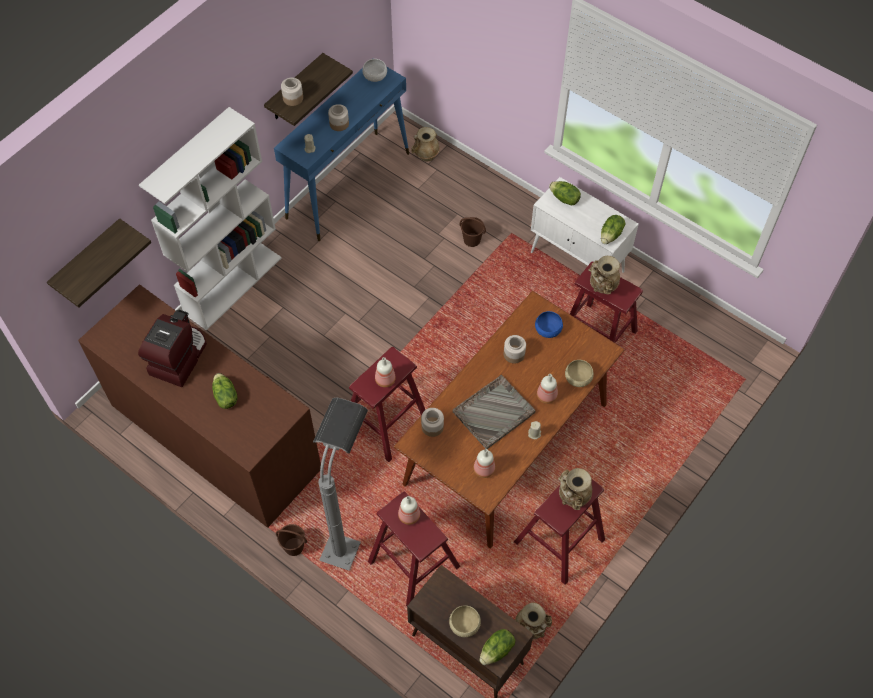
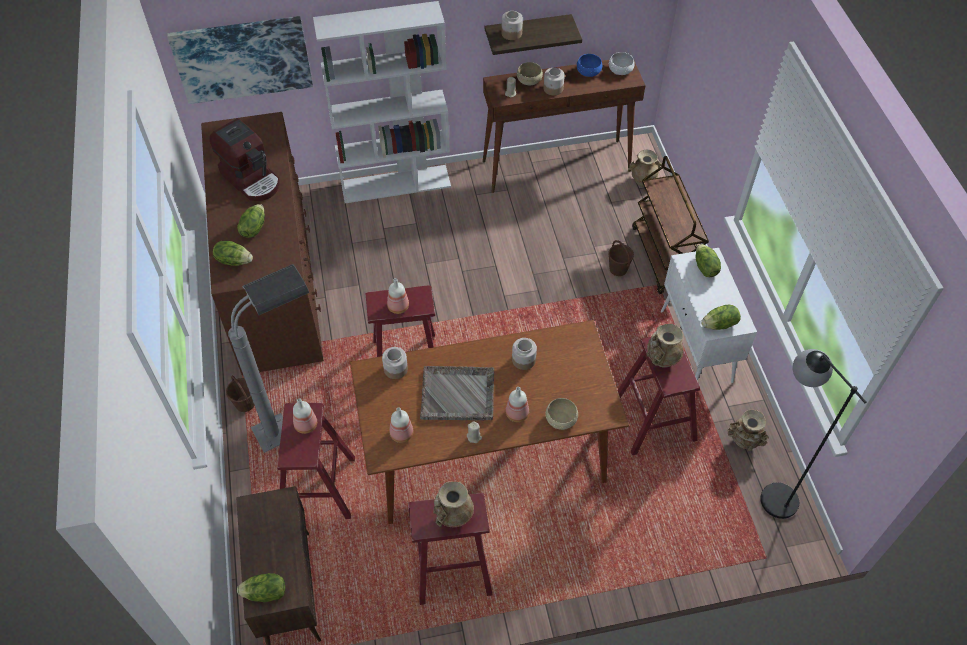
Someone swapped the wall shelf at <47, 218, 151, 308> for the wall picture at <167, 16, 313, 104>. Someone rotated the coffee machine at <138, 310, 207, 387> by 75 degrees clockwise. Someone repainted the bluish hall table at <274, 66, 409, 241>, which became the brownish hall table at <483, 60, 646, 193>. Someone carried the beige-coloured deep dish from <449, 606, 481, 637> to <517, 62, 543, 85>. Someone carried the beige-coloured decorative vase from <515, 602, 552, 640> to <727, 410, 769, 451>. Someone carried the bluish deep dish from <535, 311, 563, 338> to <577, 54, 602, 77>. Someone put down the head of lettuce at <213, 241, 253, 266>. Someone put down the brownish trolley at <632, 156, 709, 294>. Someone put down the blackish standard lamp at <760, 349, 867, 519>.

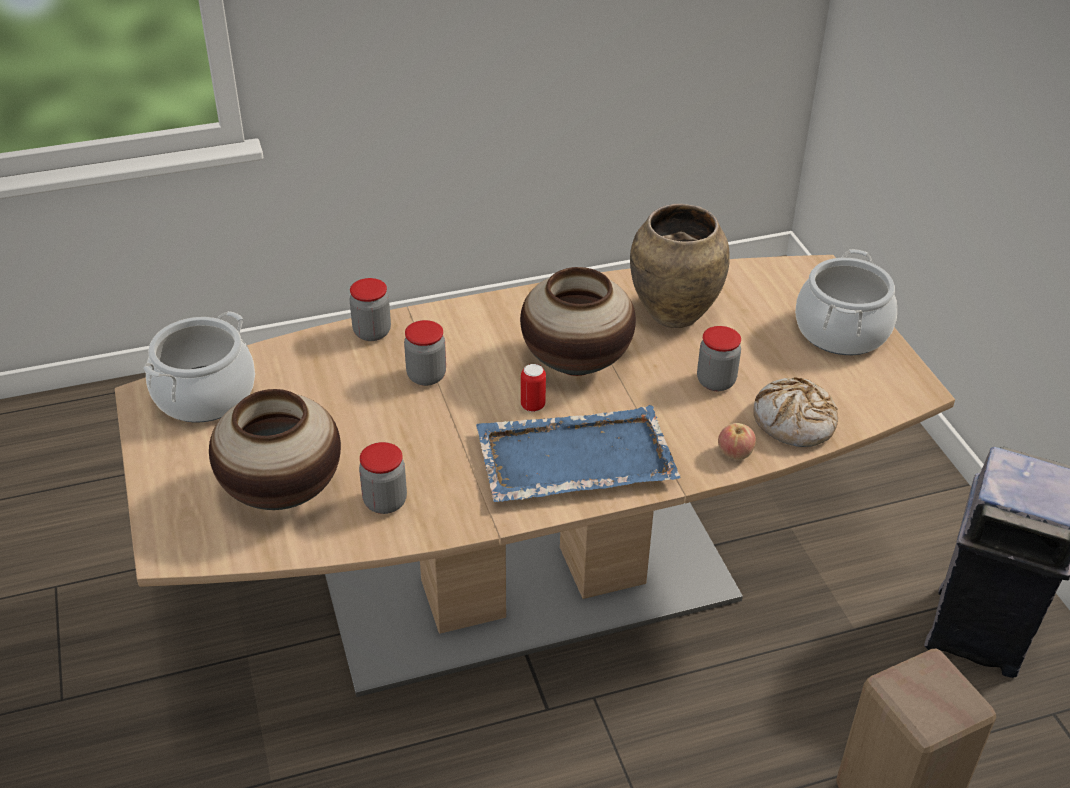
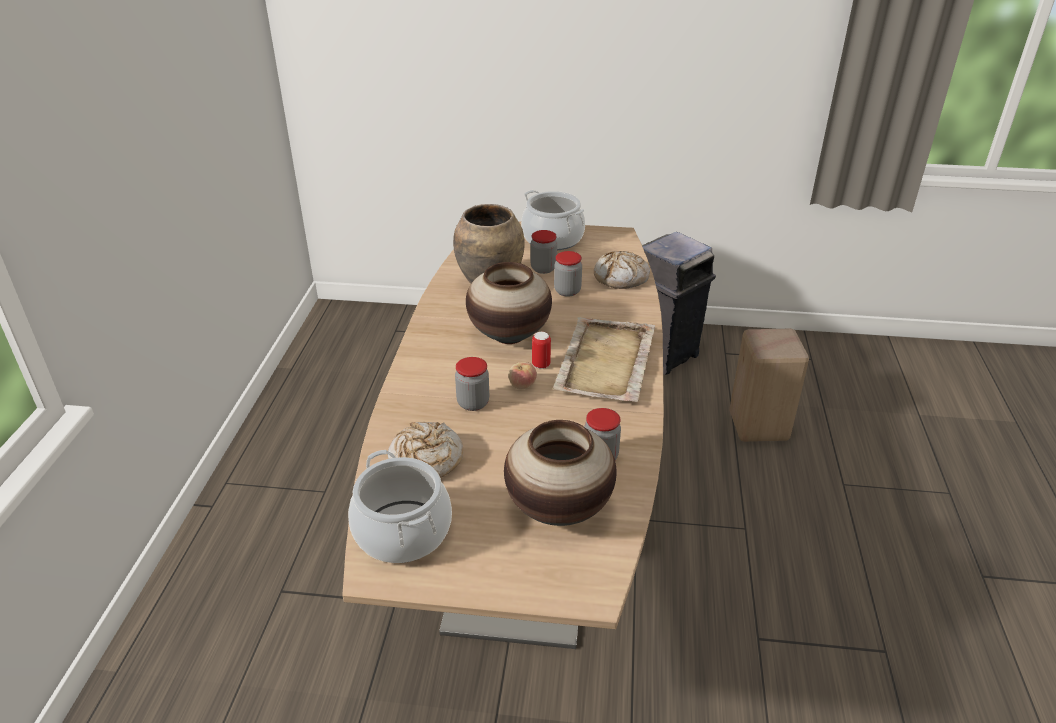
Someone carried the storage jar from <350, 278, 391, 341> to <531, 230, 557, 274>. Someone repainted the bluish carrying tray at <477, 405, 681, 502>, which became the beige-coloured carrying tray at <553, 317, 655, 402>. Someone carried the apple from <718, 423, 756, 460> to <509, 362, 537, 389>. Someone put down the bread at <388, 422, 463, 478>.

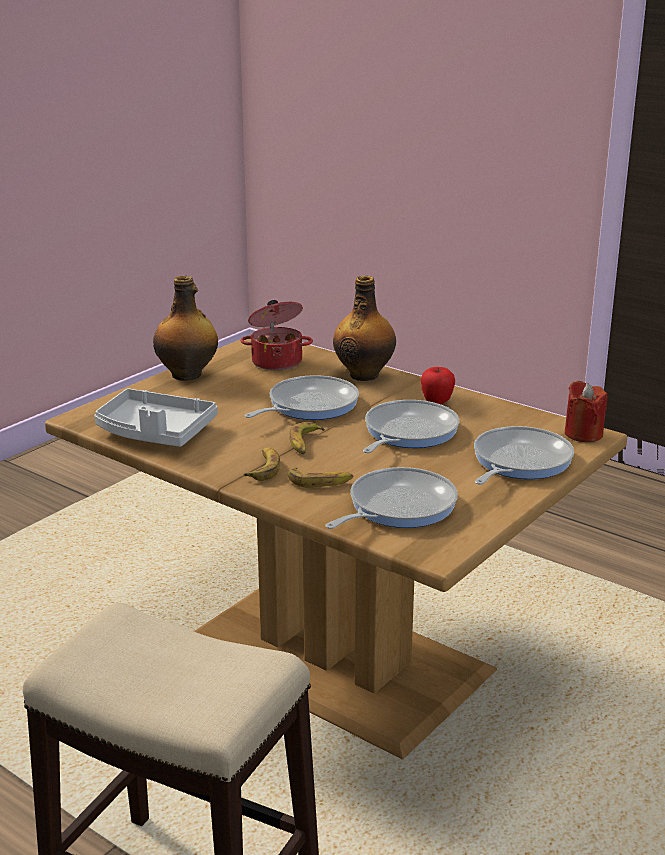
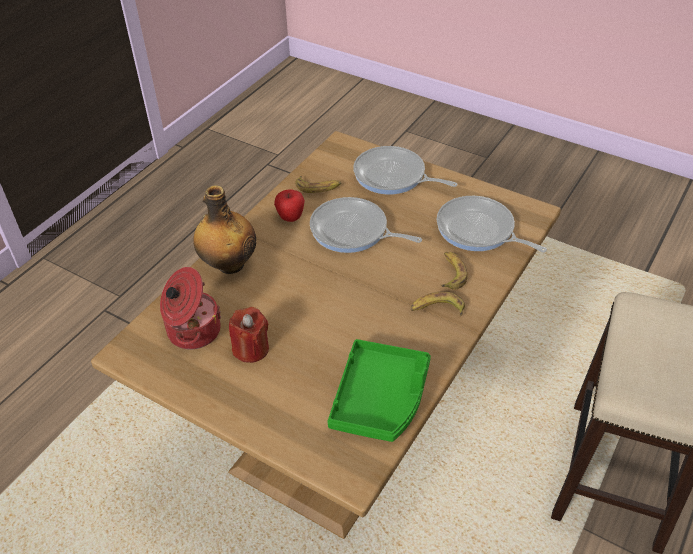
Someone repainted the greyish carrying tray at <94, 389, 217, 447>, which became the green-coloured carrying tray at <327, 339, 431, 442>. Someone took away the drink bottle at <153, 275, 218, 381>. Someone took away the pan at <244, 375, 359, 420>. Someone carried the whole banana from <289, 422, 325, 455> to <295, 176, 341, 193>. Someone carried the red wax candle from <565, 381, 607, 442> to <229, 307, 269, 363>.

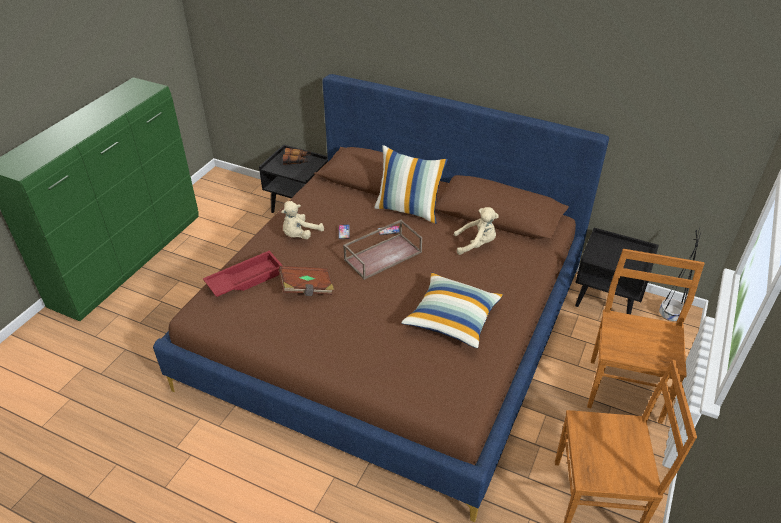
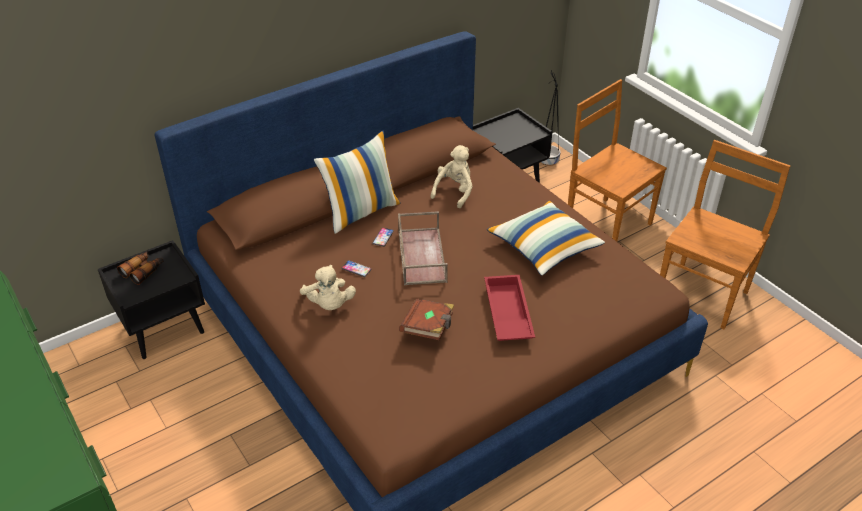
Someone carried the red carrying tray from <203, 251, 283, 297> to <484, 275, 535, 341>.

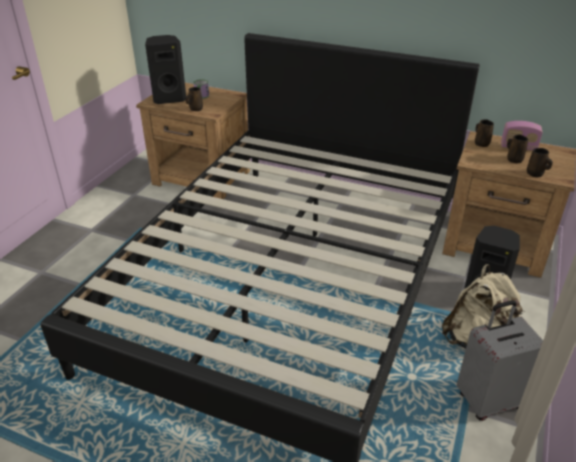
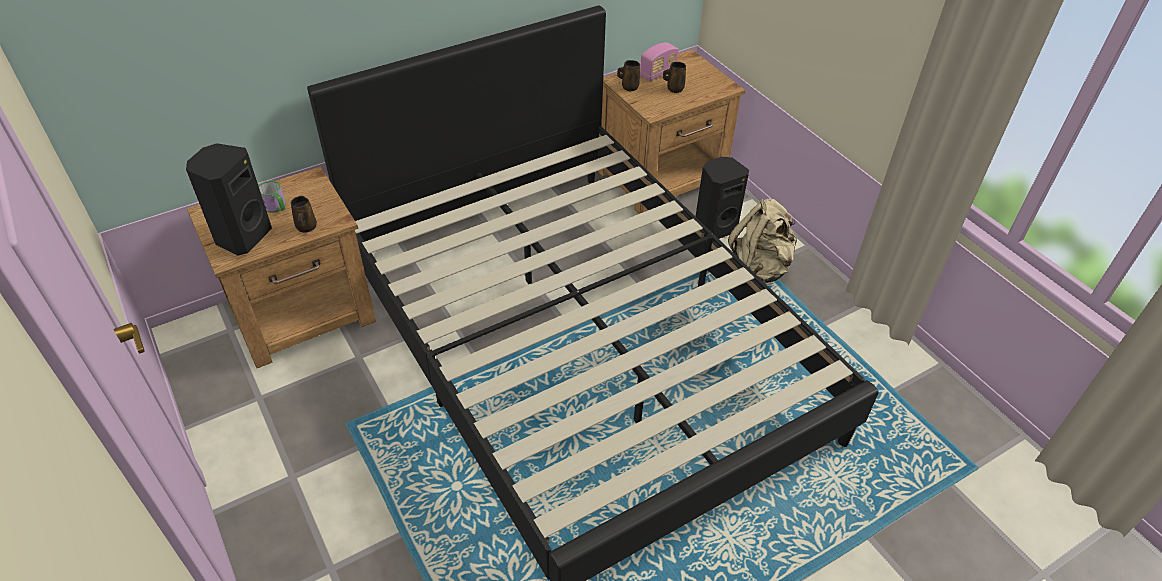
Someone took away the greyish suitcase at <457, 300, 543, 421>. Someone took away the brownish mug at <527, 148, 553, 177>.

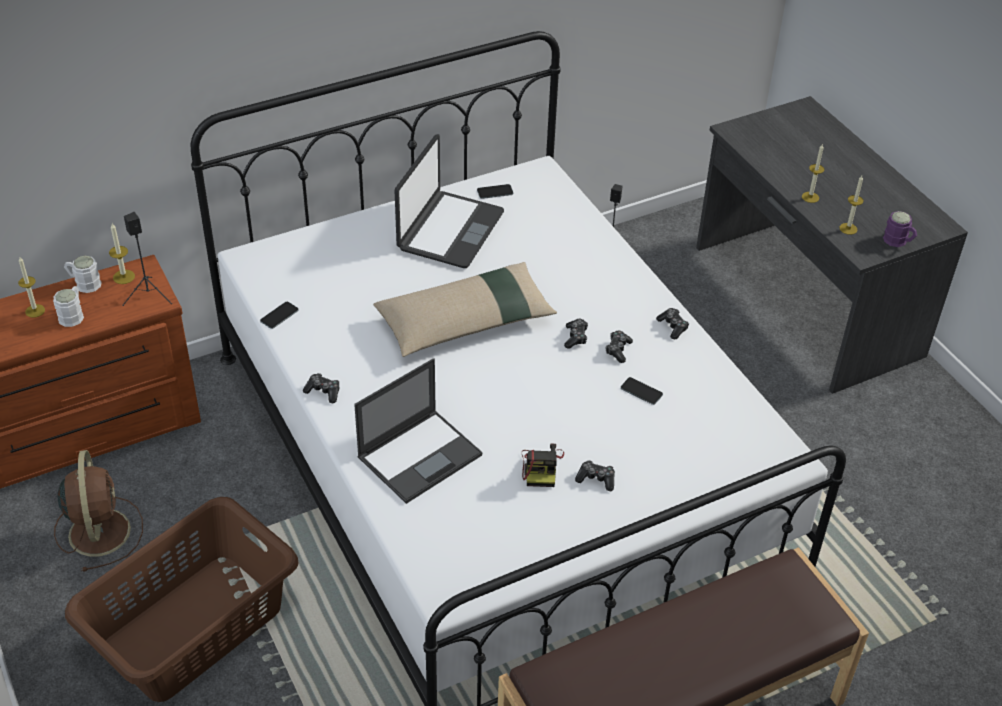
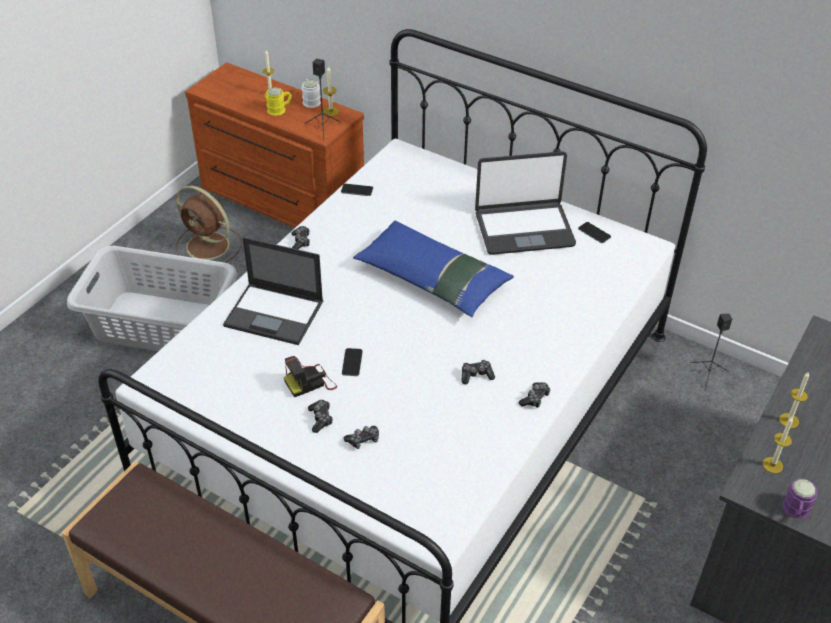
Someone repainted the whitish mug at <53, 286, 84, 327>, which became the yellow-coloured mug at <266, 87, 292, 116>. Someone rotated the brownish fan at <54, 450, 143, 572> by 75 degrees clockwise. Someone repainted the brownish laundry basket at <65, 497, 299, 702>, which became the greyish laundry basket at <67, 246, 238, 351>. Someone repainted the beige-coloured throw pillow at <373, 262, 557, 357>, which became the bluish throw pillow at <353, 221, 514, 317>. Someone carried the gamepad from <564, 319, 588, 349> to <344, 426, 379, 449>. Someone carried the phone from <621, 377, 663, 405> to <342, 348, 363, 376>.

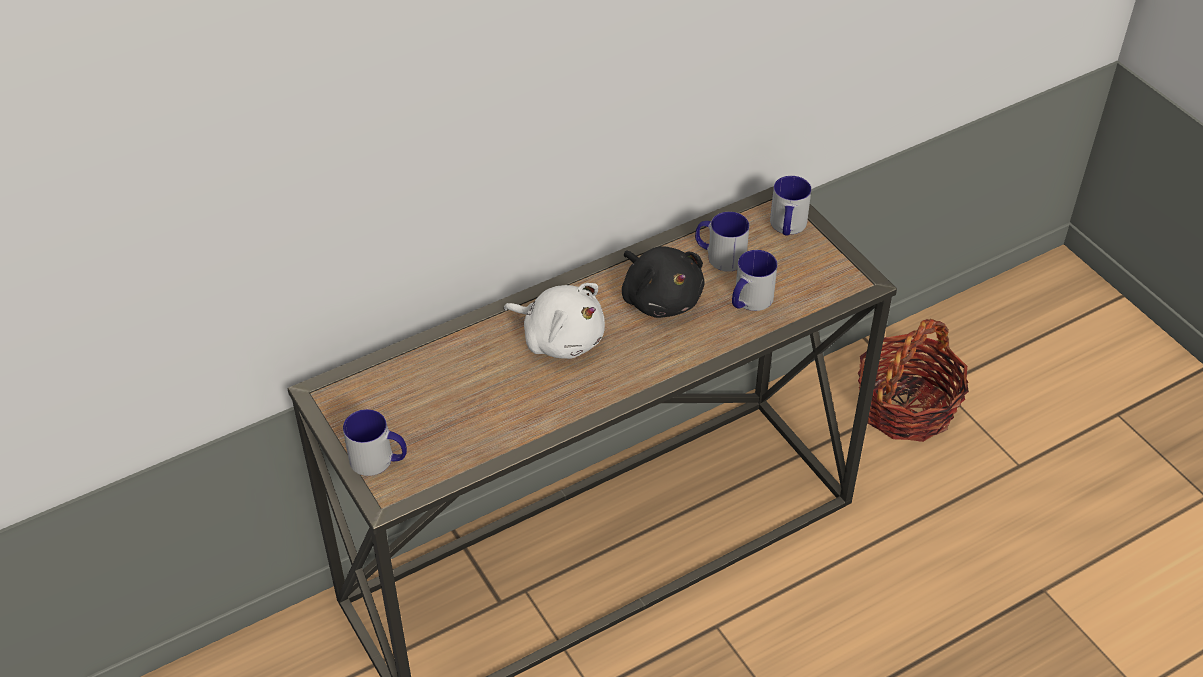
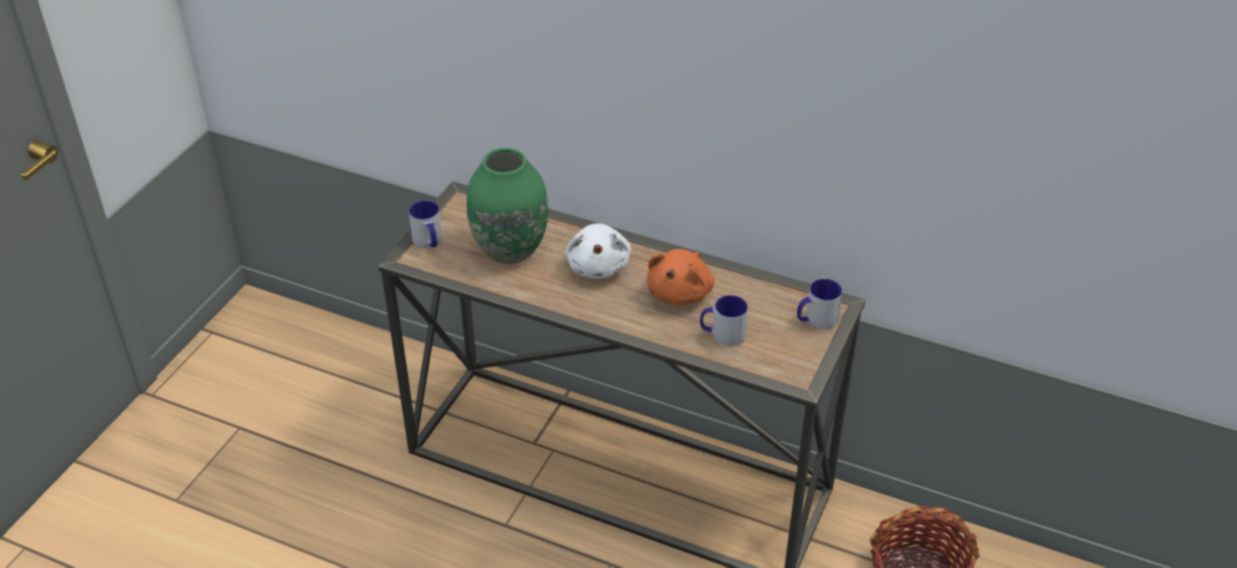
Someone repainted the blackish soft toy at <622, 247, 705, 318>, which became the orange-coloured soft toy at <647, 249, 714, 305>. Someone took away the mug at <695, 212, 749, 271>. Someone put down the green-coloured decorative vase at <467, 148, 548, 264>.

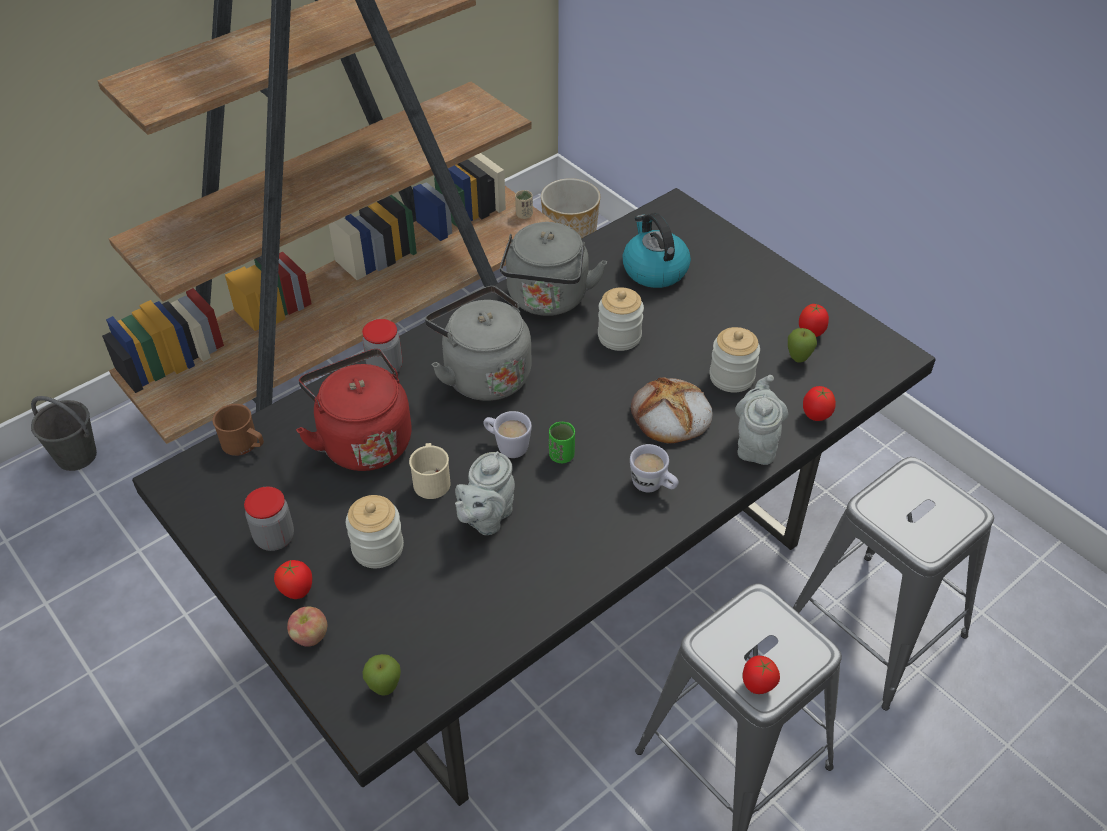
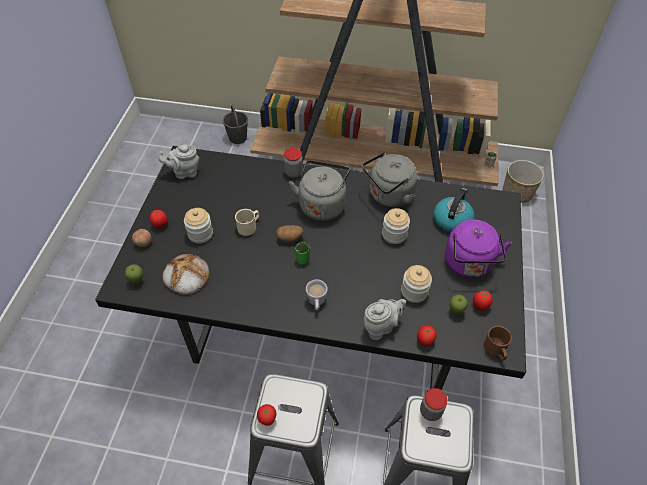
Someone carried the brownish mug from <212, 404, 264, 456> to <484, 326, 512, 360>. Someone carried the storage jar from <244, 487, 294, 551> to <420, 388, 447, 421>. Someone took away the red water kettle at <296, 349, 412, 471>. Someone carried the greyish tea pot from <455, 451, 515, 535> to <158, 145, 200, 179>. Someone swapped the whitish mug at <483, 411, 532, 458> for the potato at <276, 225, 304, 243>. Someone carried the bread from <631, 377, 713, 443> to <162, 254, 210, 295>. Someone put down the purplish water kettle at <445, 219, 512, 278>.

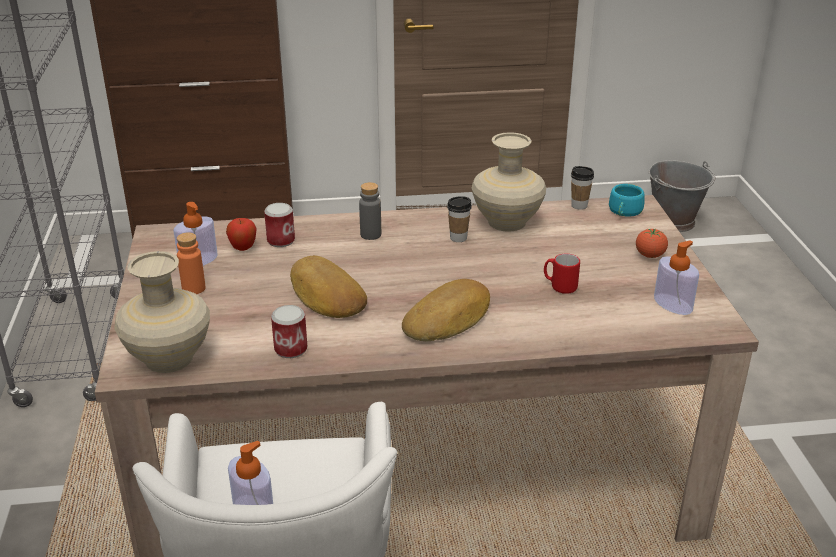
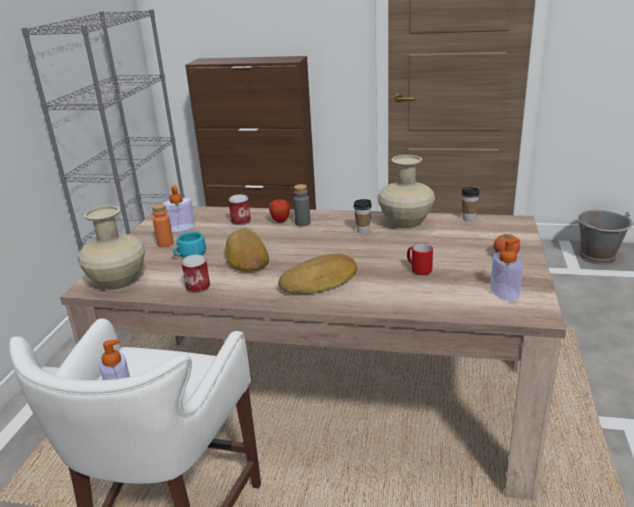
Someone carried the apple from <226, 218, 257, 251> to <269, 199, 290, 222>. Someone carried the blue-green small cup from <609, 184, 645, 217> to <173, 232, 206, 258>.

